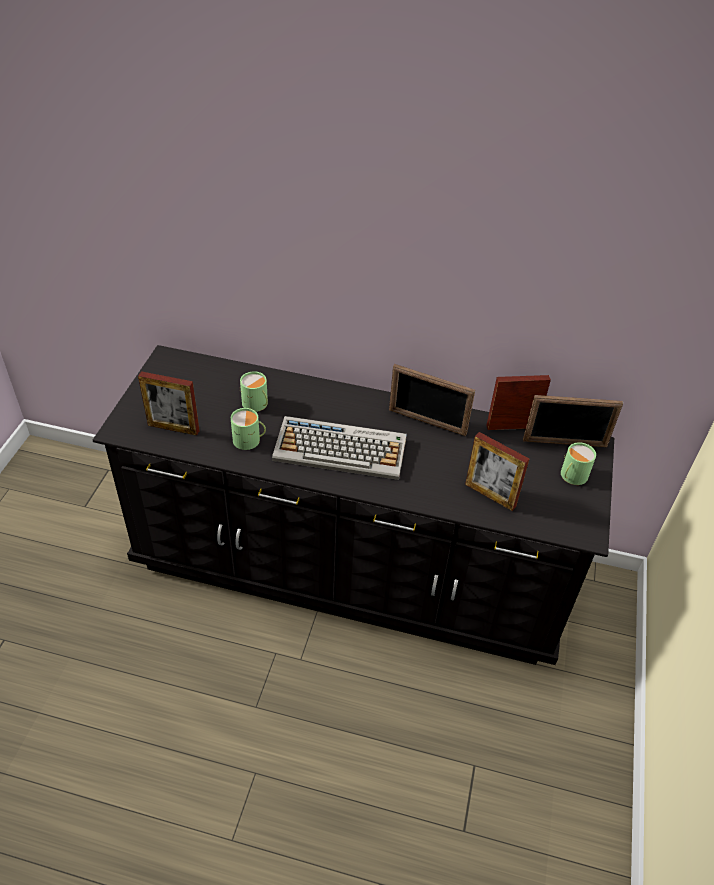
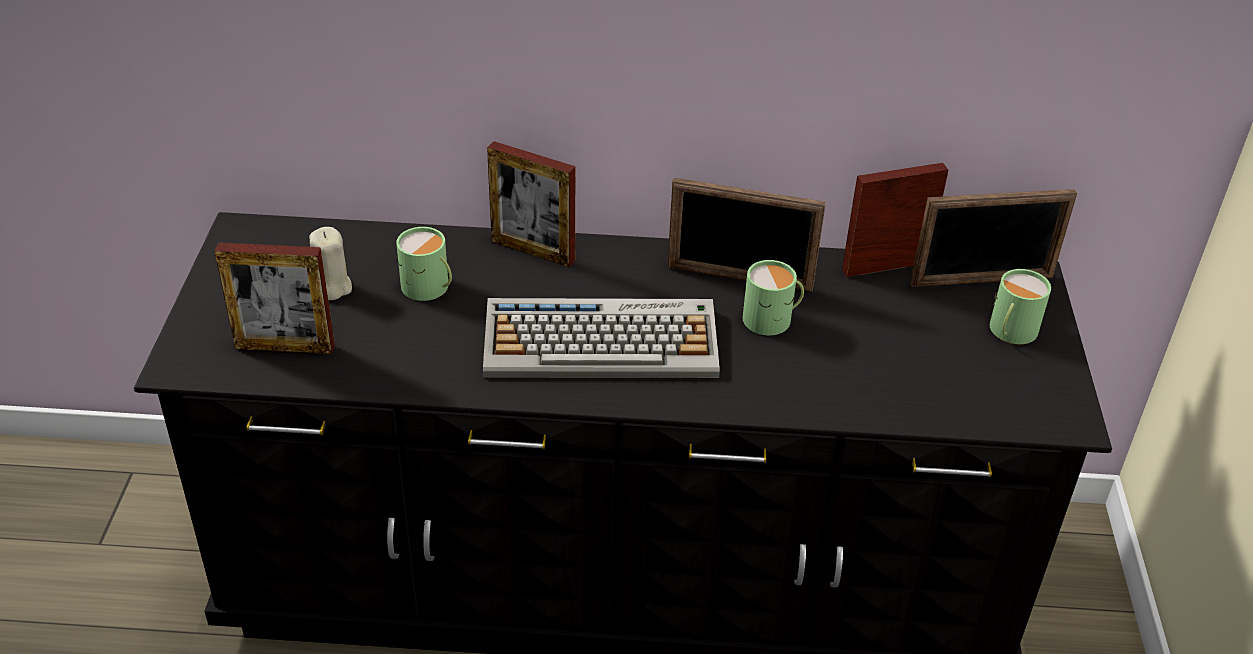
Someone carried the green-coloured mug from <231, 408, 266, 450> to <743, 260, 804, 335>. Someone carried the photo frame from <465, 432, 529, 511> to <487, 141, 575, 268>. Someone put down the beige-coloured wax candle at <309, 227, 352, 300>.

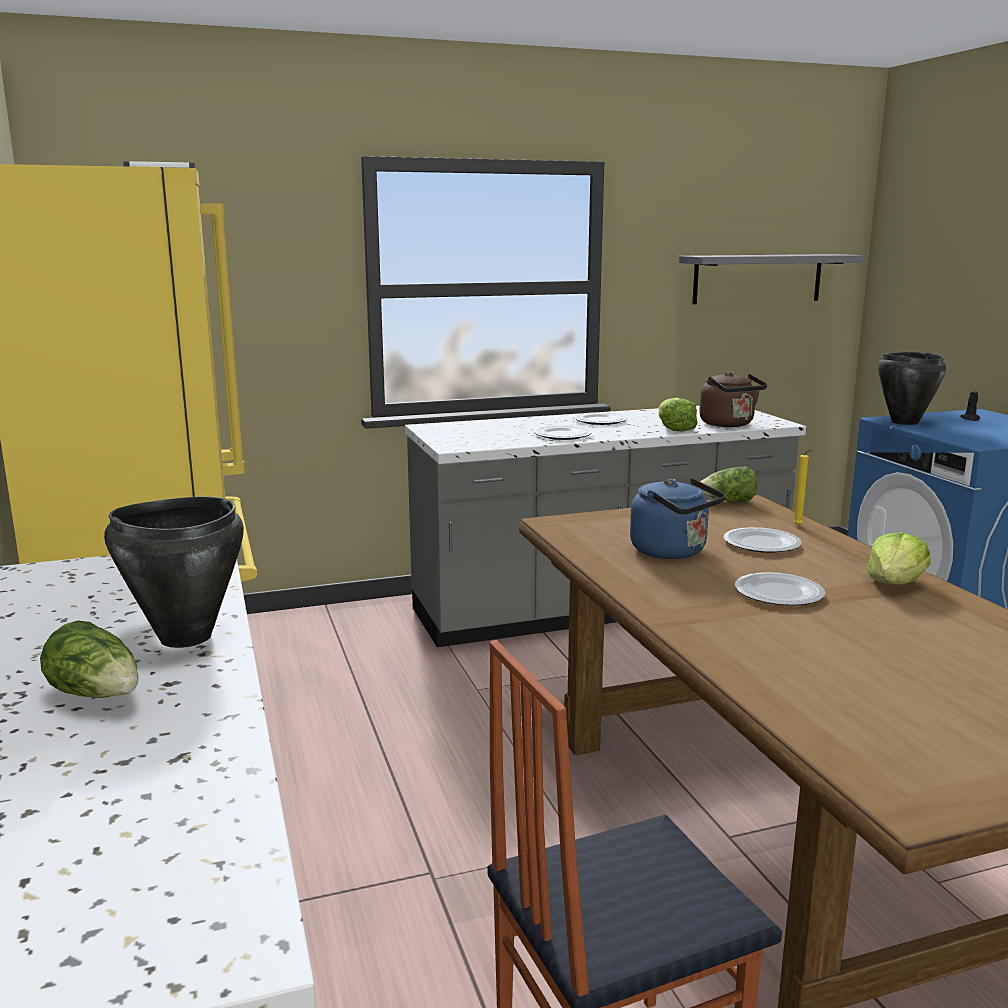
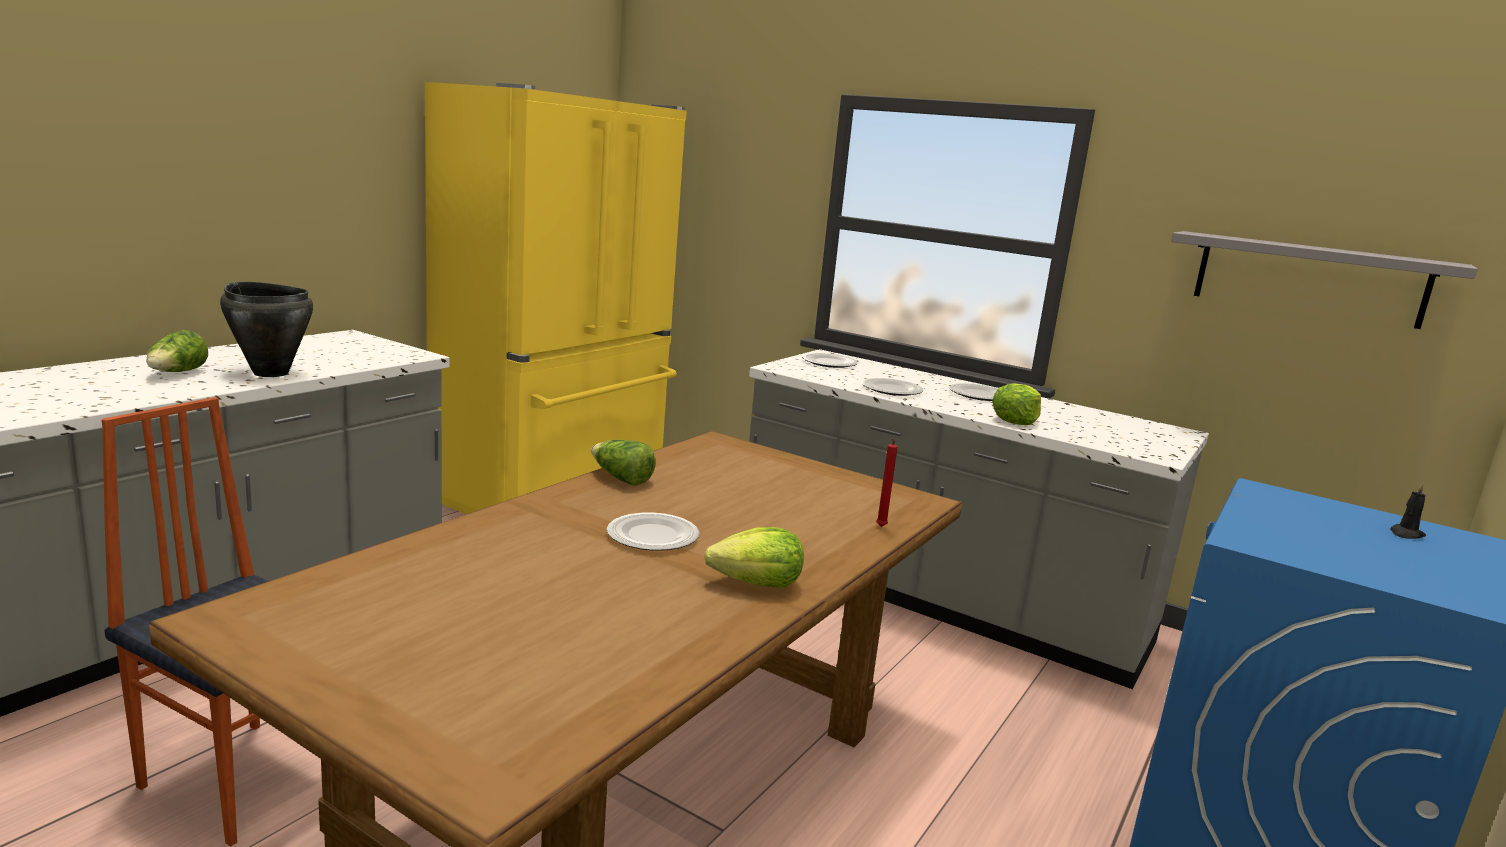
Someone took away the bluish water kettle at <630, 478, 725, 559>. Someone took away the brownish water kettle at <699, 372, 767, 427>. Someone carried the head of lettuce from <700, 467, 757, 501> to <591, 440, 656, 486>. Someone carried the flat dish from <724, 527, 802, 553> to <802, 353, 858, 368>. Someone repainted the yellow-coloured wax candle at <793, 449, 812, 525>, which became the red wax candle at <876, 439, 898, 527>. Someone took away the blackish stockpot at <878, 352, 946, 425>.

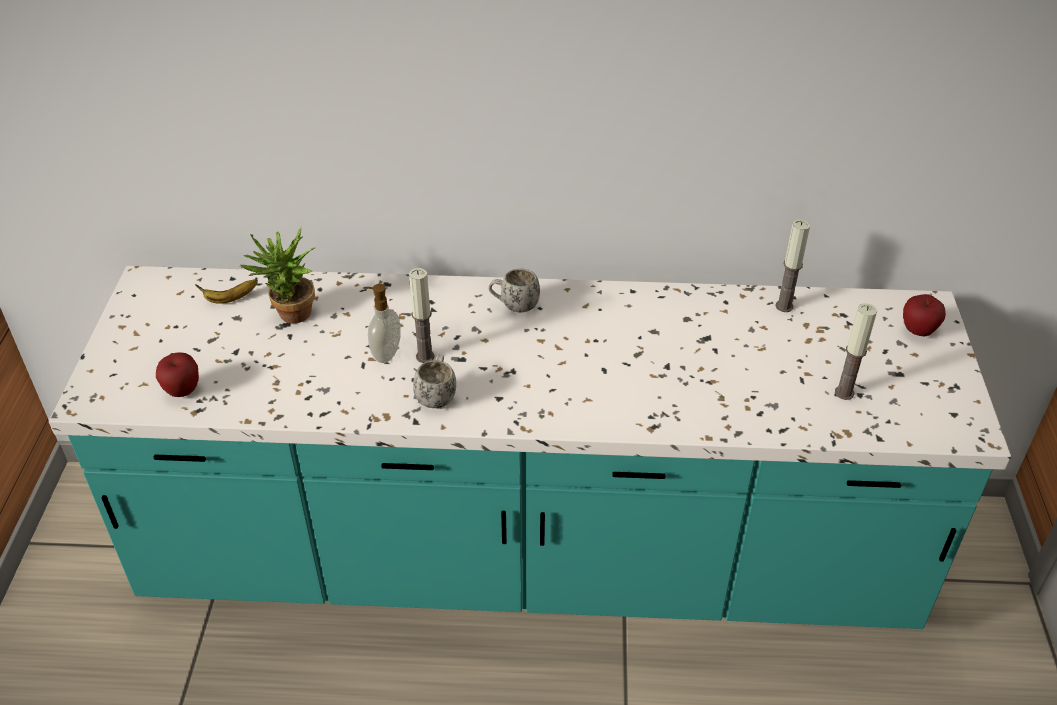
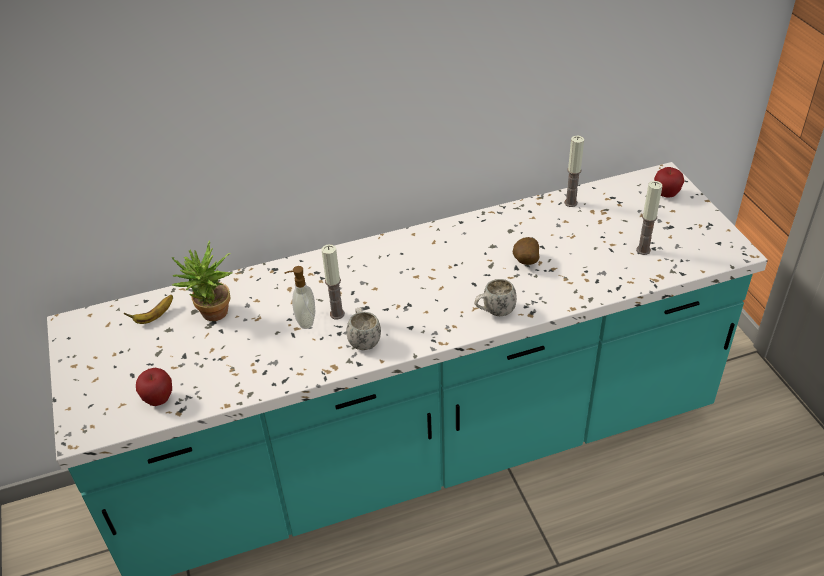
Someone carried the whitish mug from <488, 269, 540, 312> to <474, 279, 517, 316>. Someone put down the potato at <513, 237, 539, 265>.

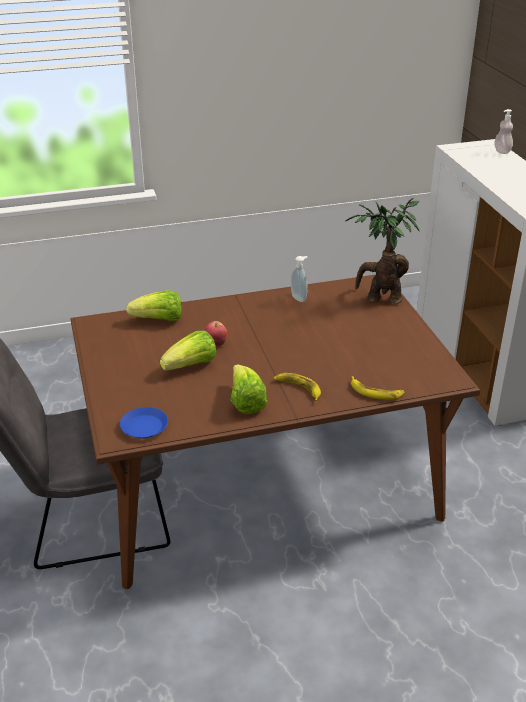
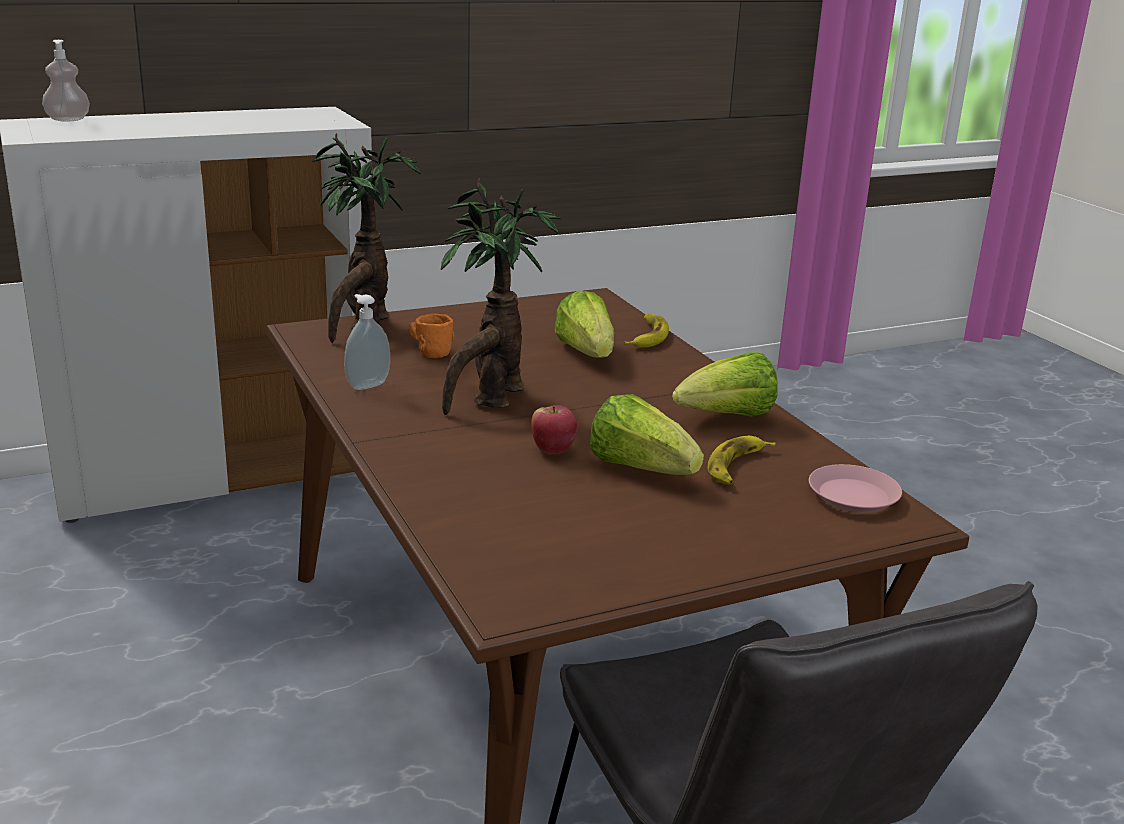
Someone repainted the bluish flat dish at <120, 407, 168, 439>, which became the pinkish flat dish at <809, 464, 902, 513>. Someone carried the head of lettuce from <126, 290, 182, 321> to <555, 291, 614, 358>. Someone carried the whole banana from <273, 373, 321, 401> to <708, 436, 776, 484>. Someone put down the orange-coloured mug at <409, 314, 455, 358>. Someone put down the potted plant at <441, 178, 561, 415>.

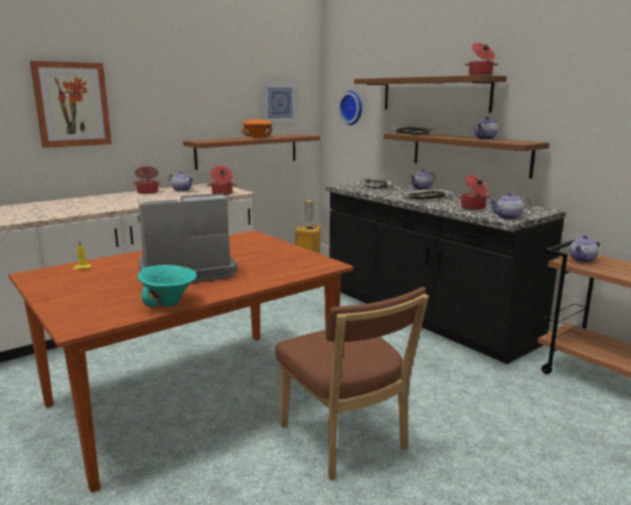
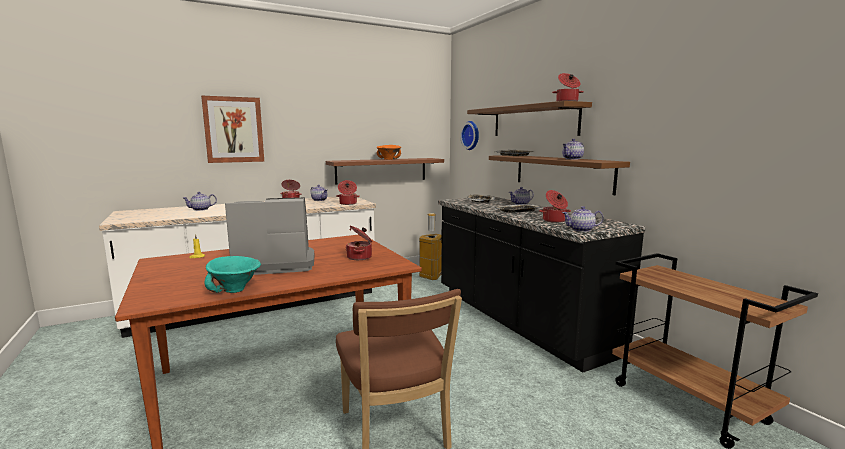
Someone took away the wall picture at <262, 82, 297, 123>. Someone carried the tea pot from <569, 235, 599, 263> to <183, 192, 217, 211>. Someone put down the stockpot at <346, 226, 372, 260>.

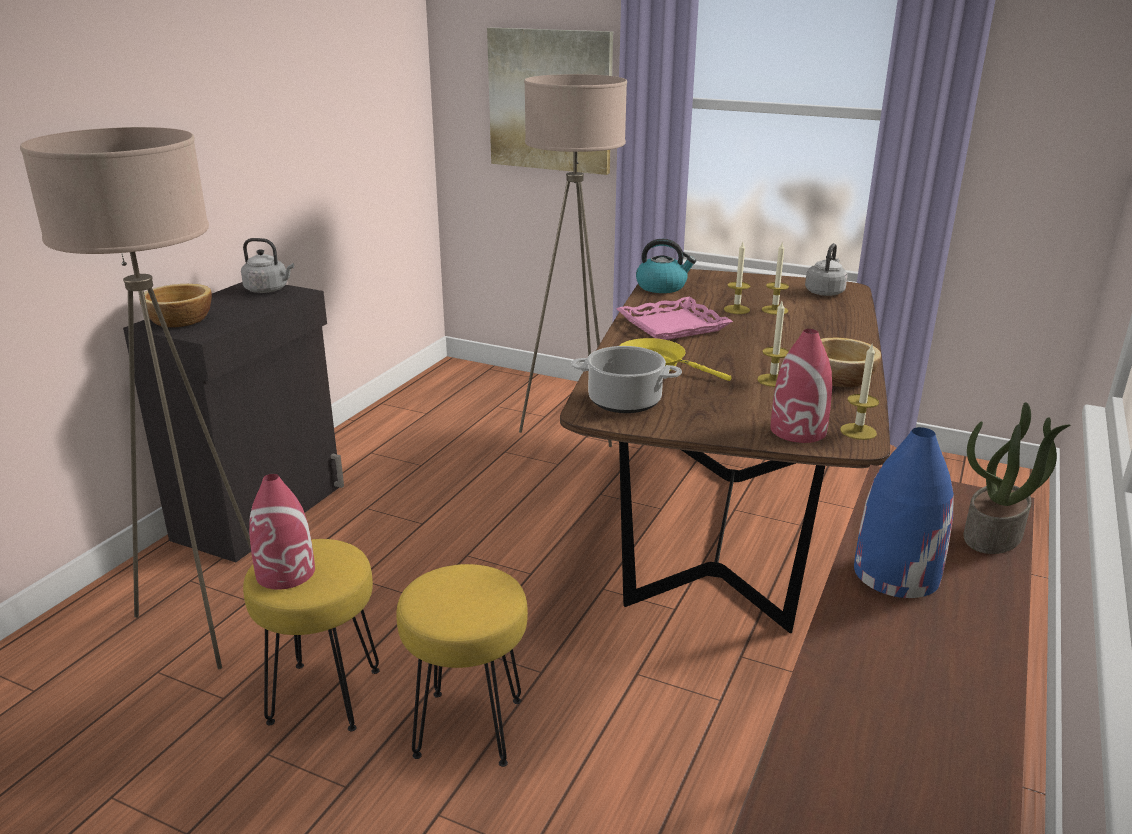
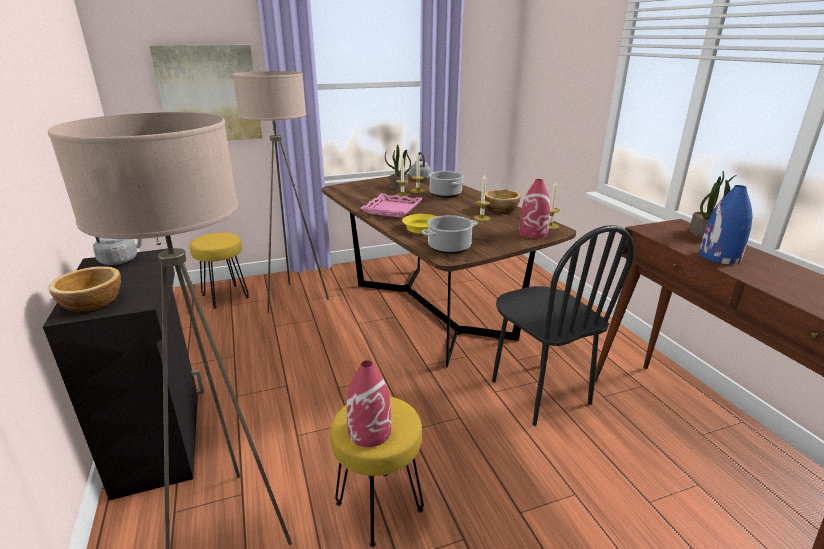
Someone carried the yellow-coloured stool from <397, 564, 528, 767> to <190, 233, 249, 308>. Someone took away the water kettle at <636, 239, 696, 293>. Someone put down the potted plant at <385, 145, 411, 189>. Someone put down the stockpot at <429, 171, 464, 198>. Someone put down the blackish plain chair at <492, 225, 634, 426>.

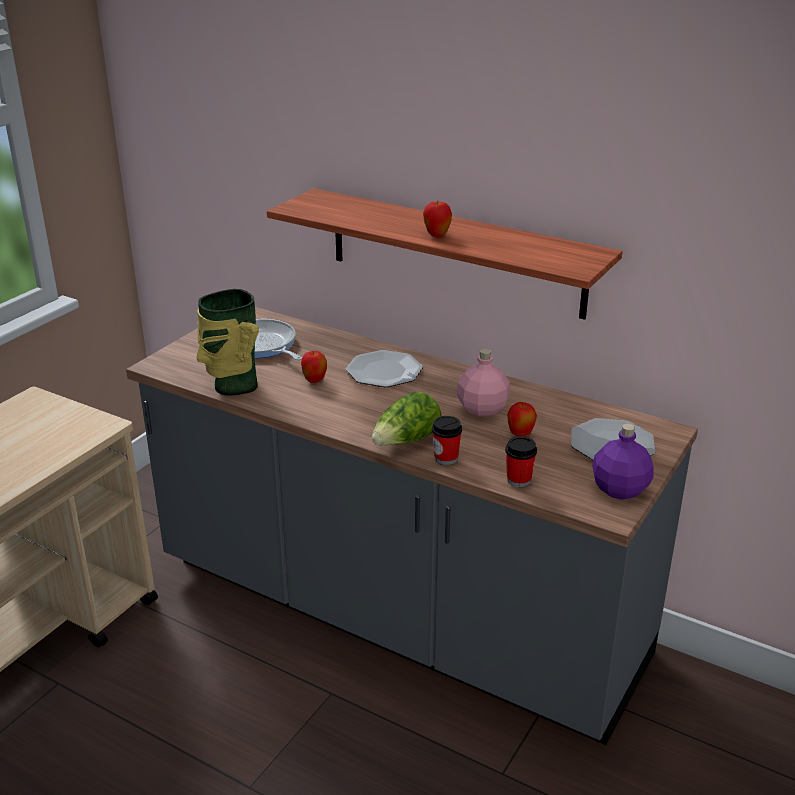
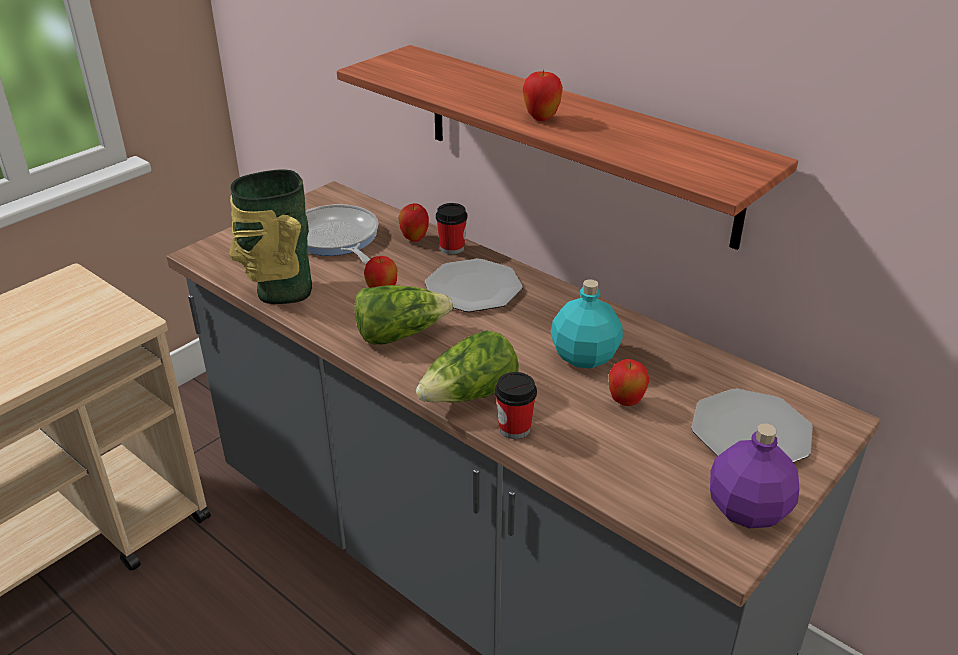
Someone repainted the pinkish drink bottle at <457, 349, 510, 416>, which became the blue-green drink bottle at <551, 279, 623, 368>. Someone carried the small cup from <505, 436, 537, 487> to <436, 203, 467, 255>. Someone put down the head of lettuce at <354, 285, 453, 345>. Someone put down the apple at <399, 203, 429, 242>.

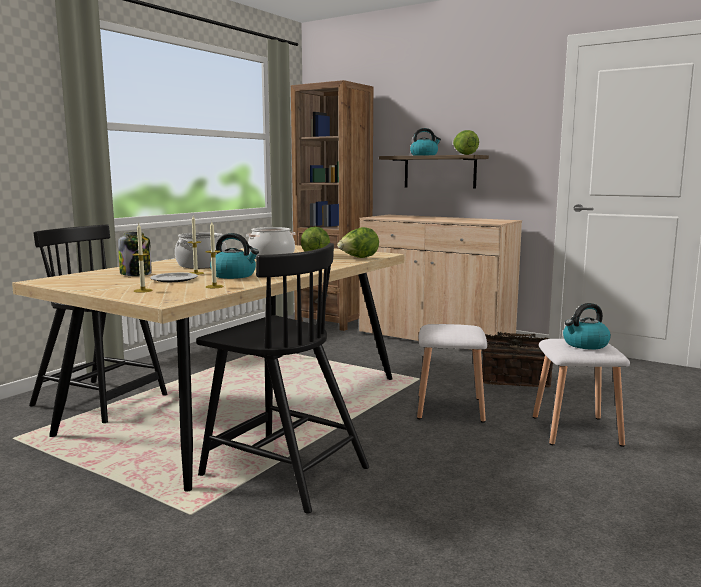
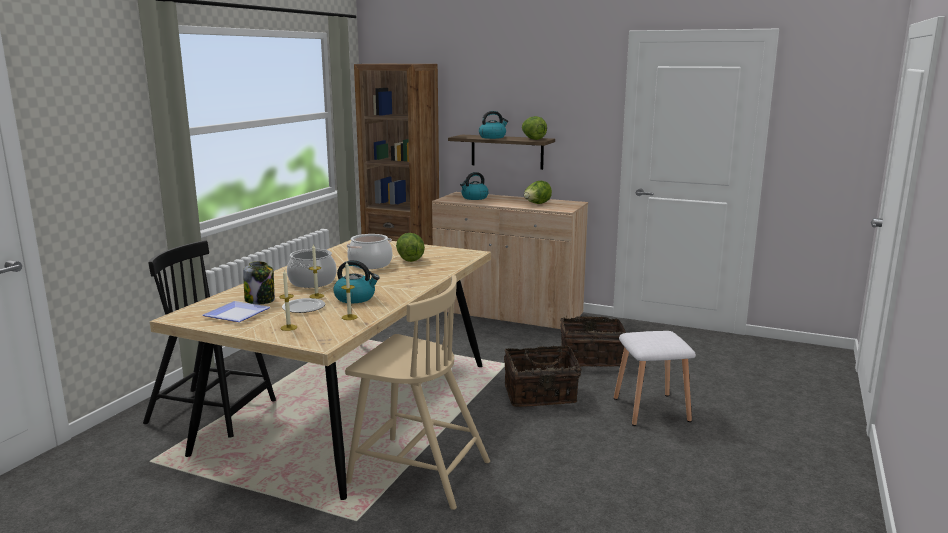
Someone repainted the blackish plain chair at <196, 243, 369, 514>, which became the beige-coloured plain chair at <345, 275, 490, 510>. Someone carried the head of lettuce from <337, 227, 379, 258> to <524, 181, 552, 204>. Someone swapped the whitish stool at <417, 324, 487, 423> for the household basket at <504, 345, 582, 407>. Someone carried the water kettle from <563, 303, 611, 349> to <460, 172, 488, 200>. Someone put down the flat dish at <202, 301, 270, 322>.

